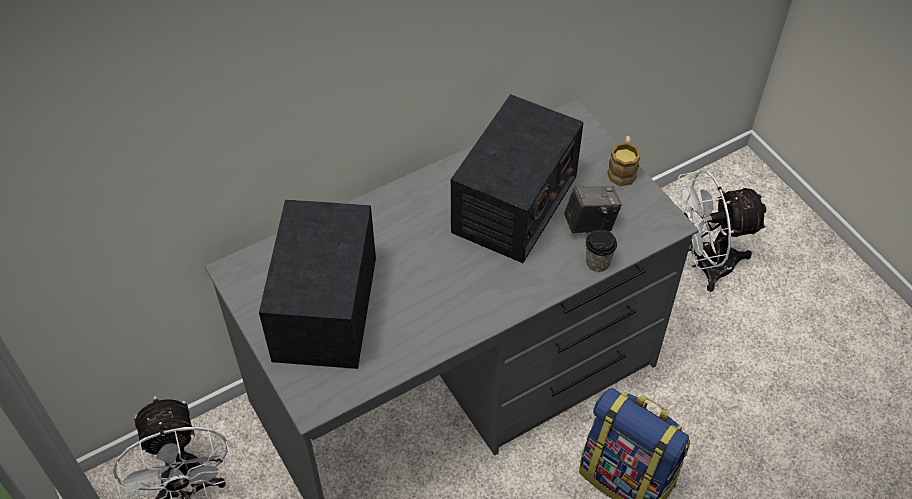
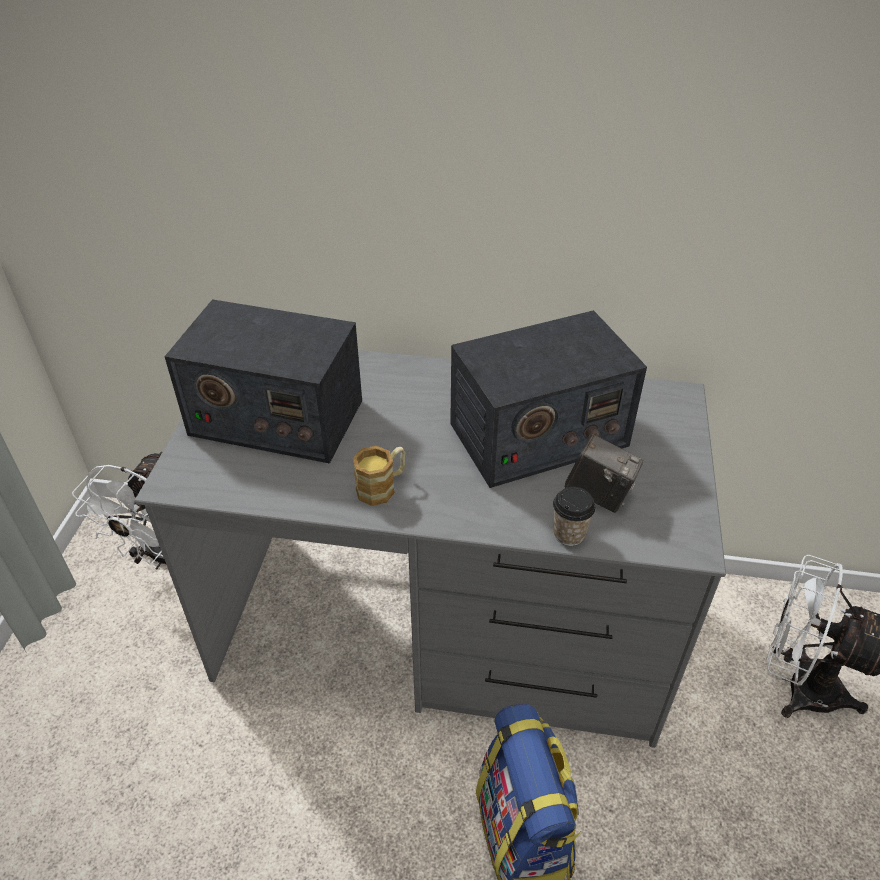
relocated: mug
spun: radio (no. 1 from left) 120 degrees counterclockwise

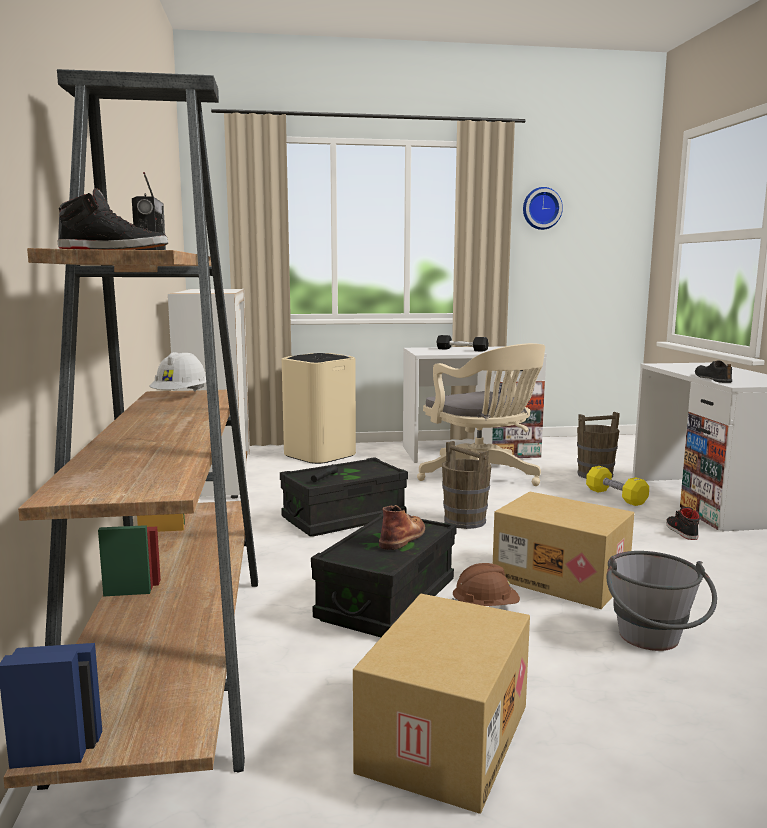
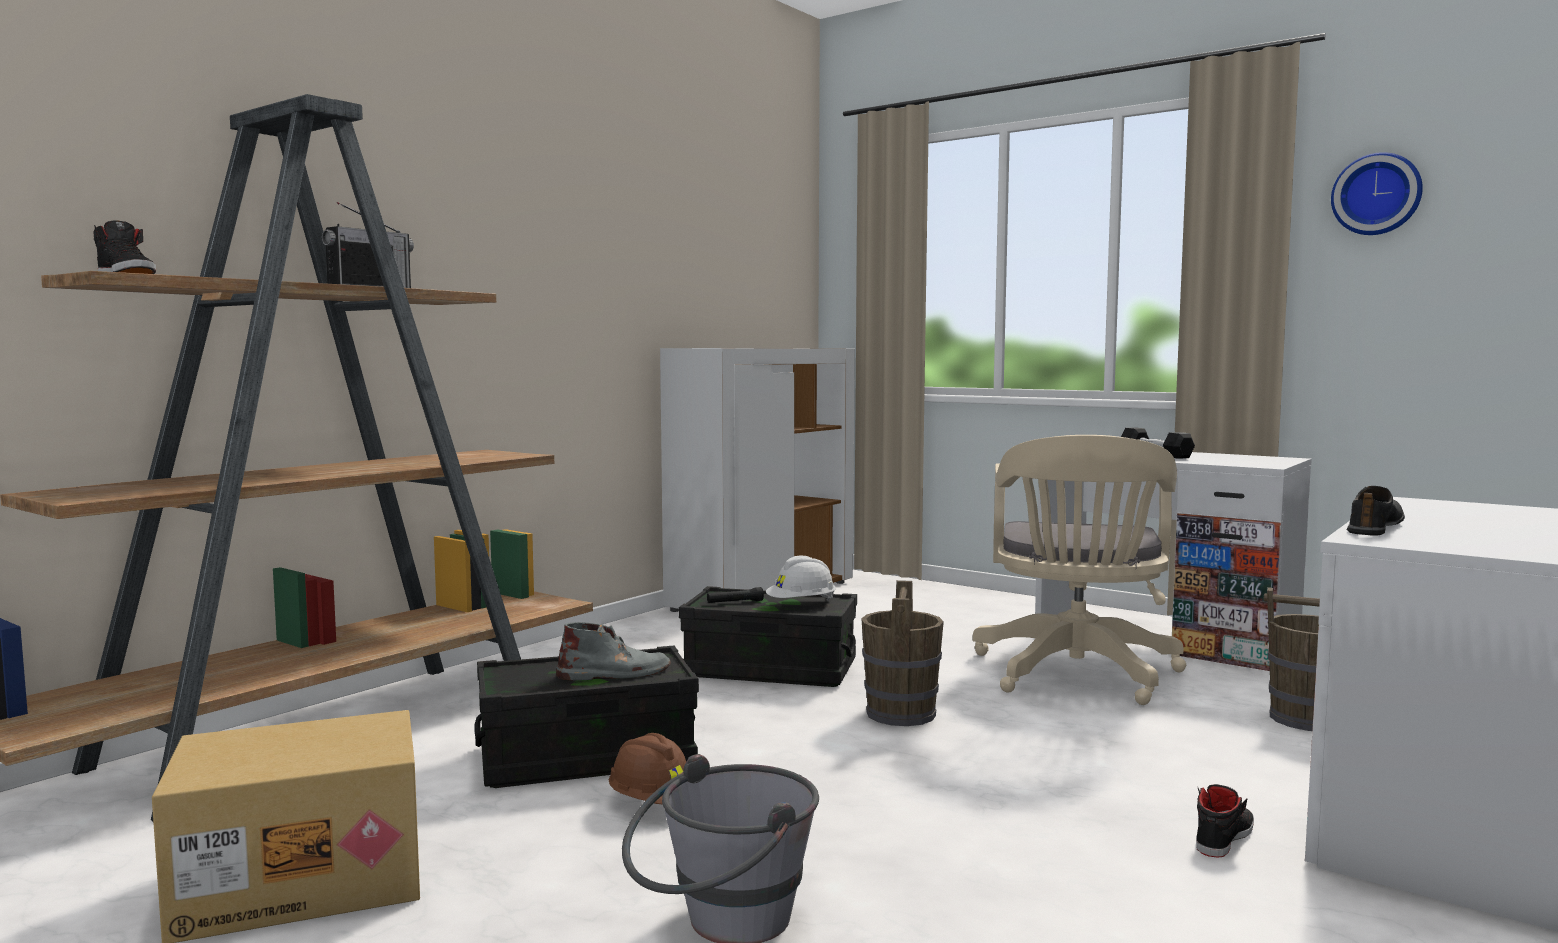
missing: trash can (beige); cardboard box (no. 2 from left); dumbbell (yellow)
relocated: hard hat (white)
colour: boot (brown) to boot (grey)

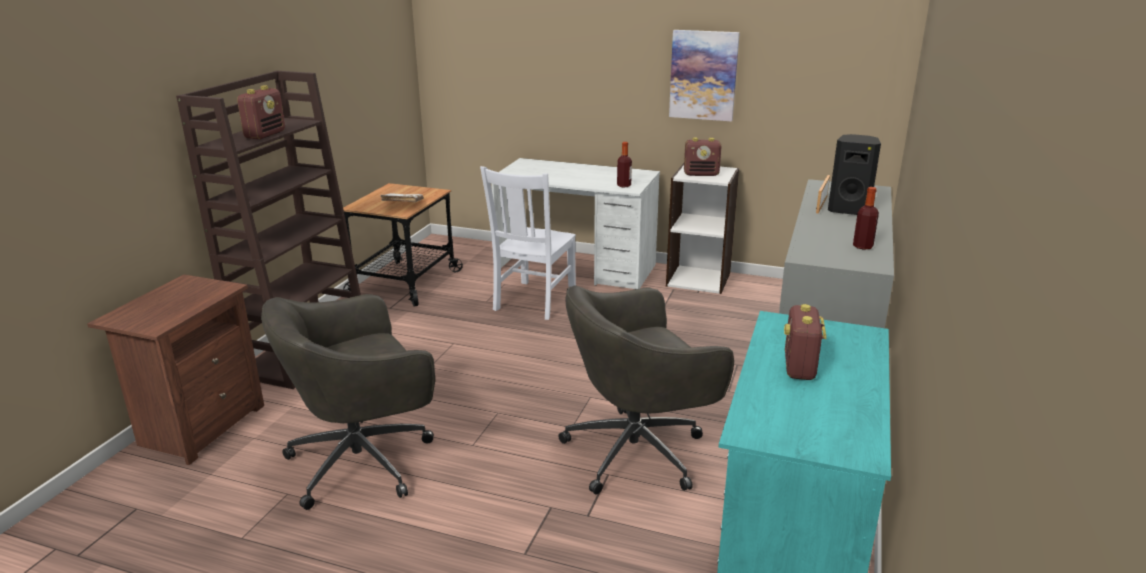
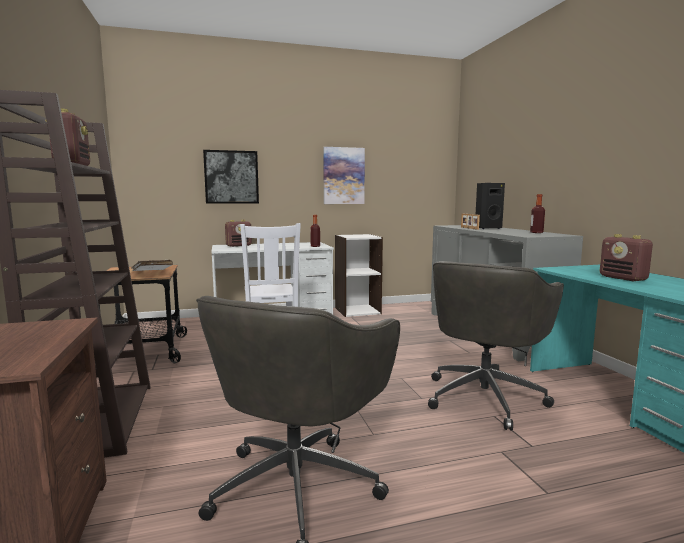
appeared: picture (no. 1 from left)
relocated: radio (no. 2 from left)

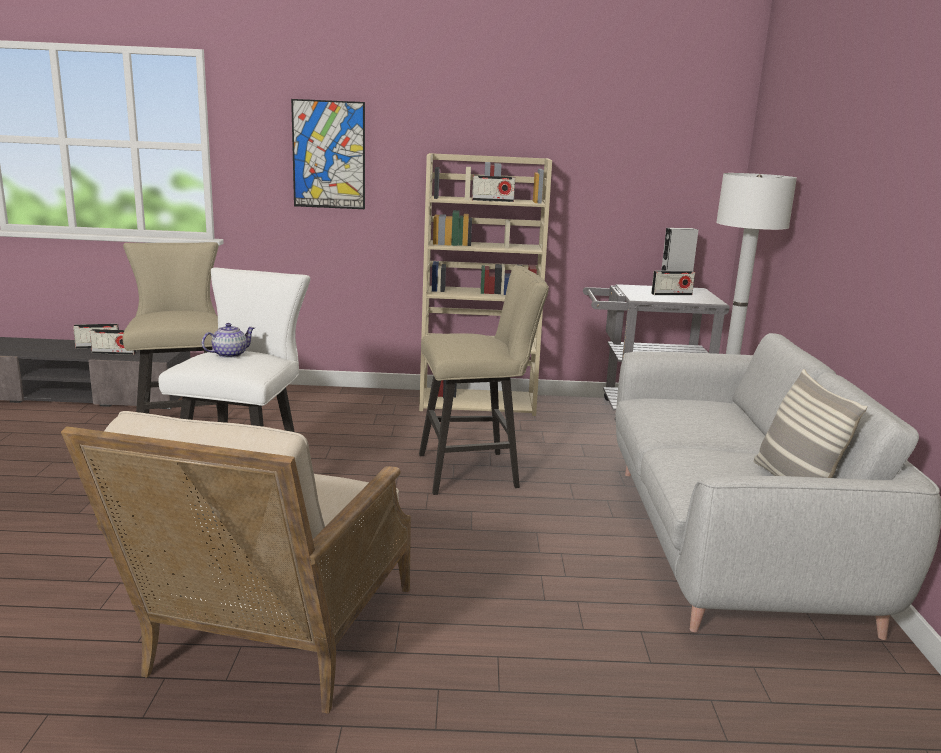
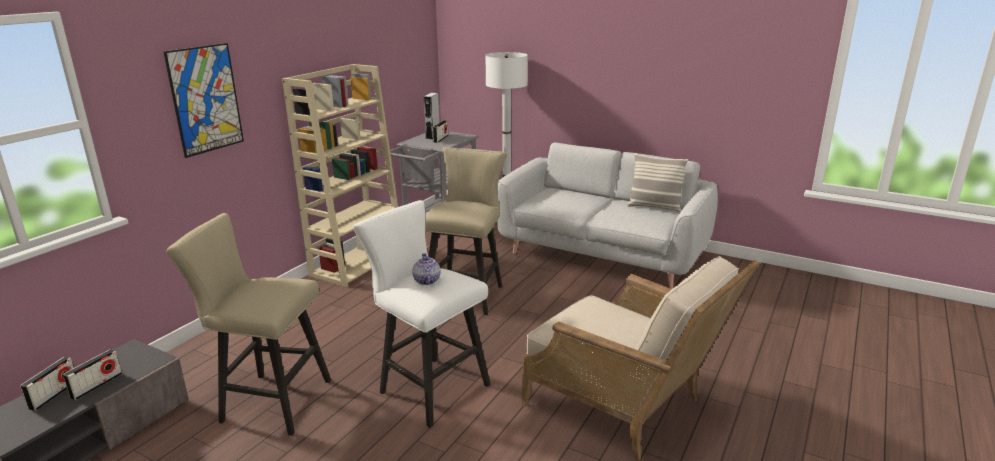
missing: radio (no. 3 from left)

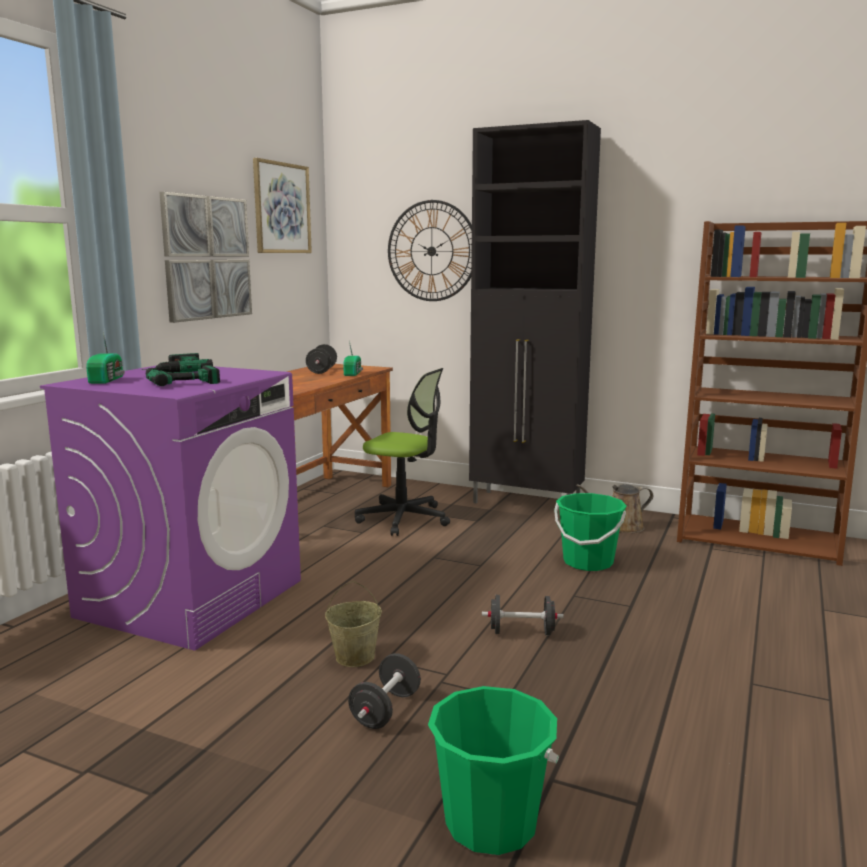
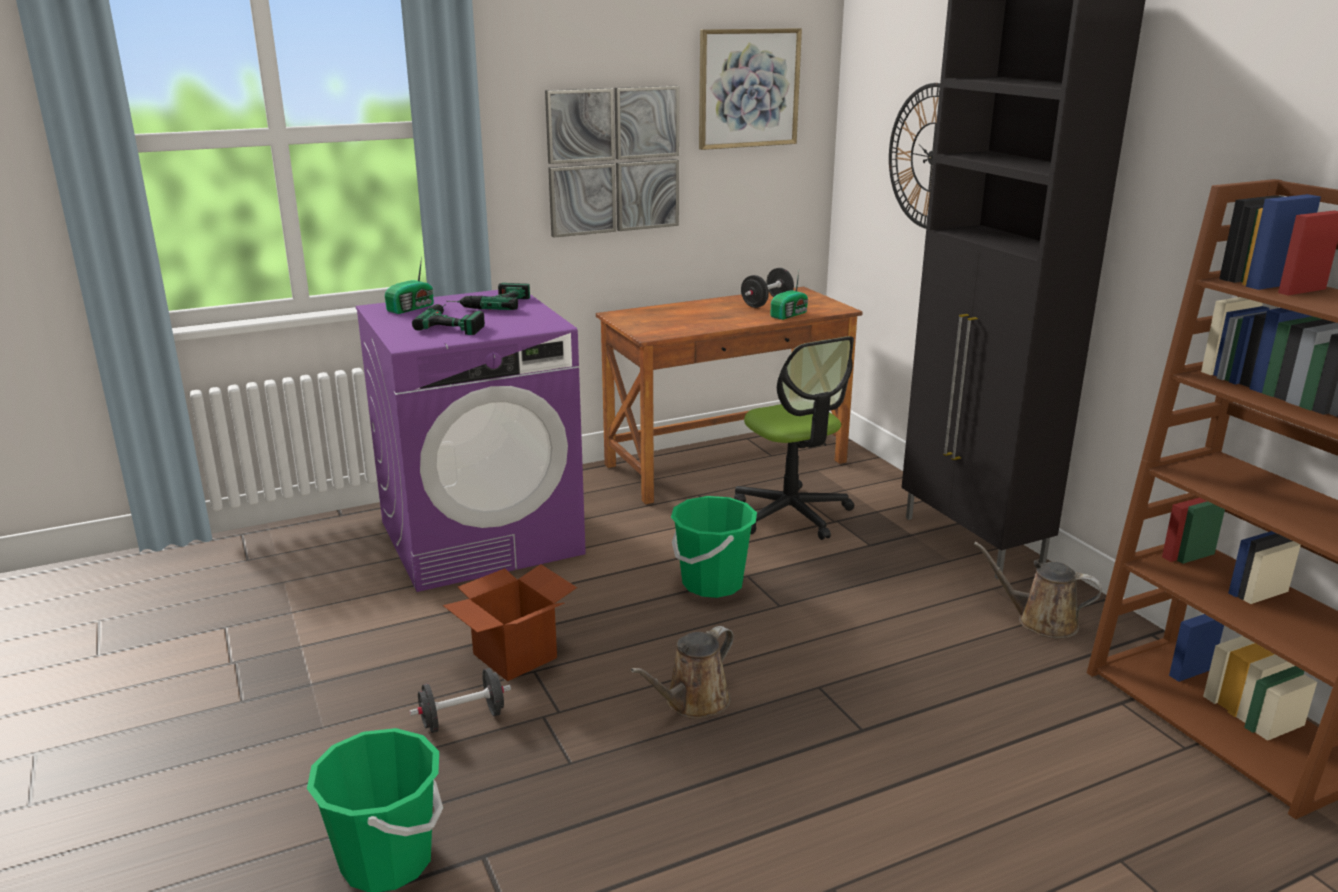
relocated: bucket (green) (no. 2 from left)
exchanged: bucket (beige) to cardboard box; dumbbell (black) (no. 3 from left) to watering can (brown) (no. 1 from left)

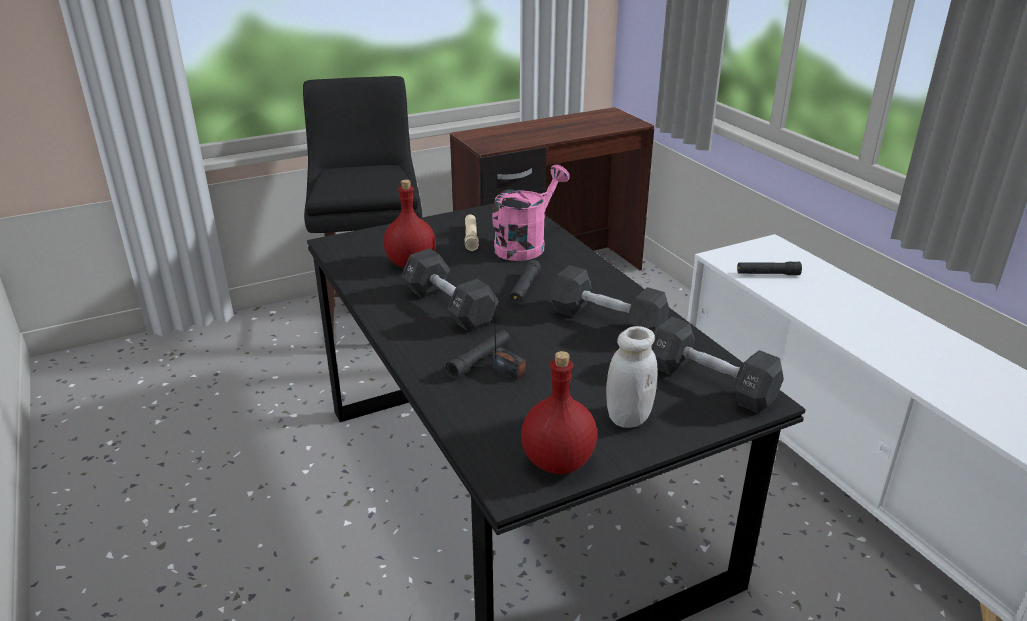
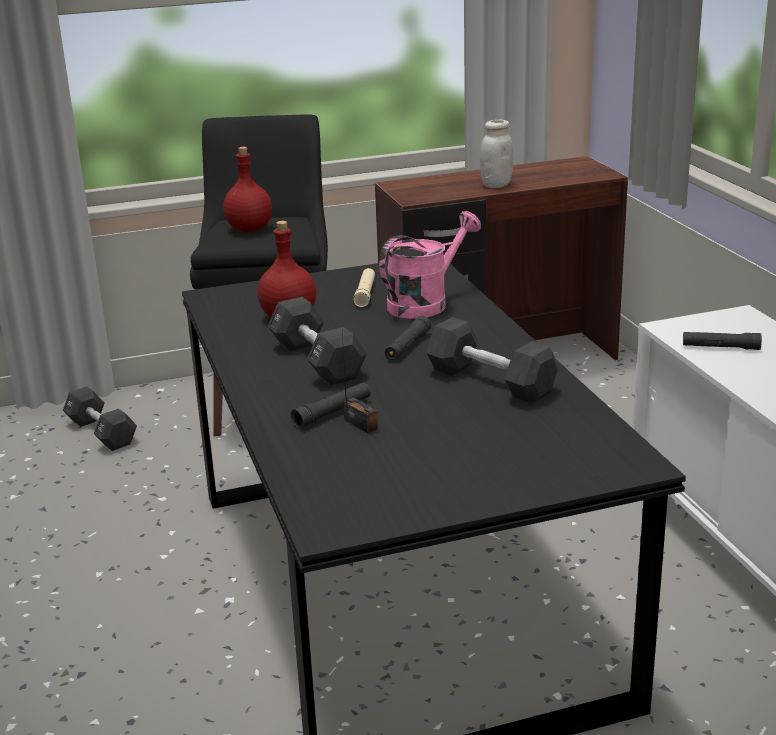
relocated: bottle (red) (no. 2 from left in the first image) to bottle (red) (no. 1 from left); jar (white); dumbbell (black) (no. 3 from left in the first image) to dumbbell (black) (no. 1 from left)

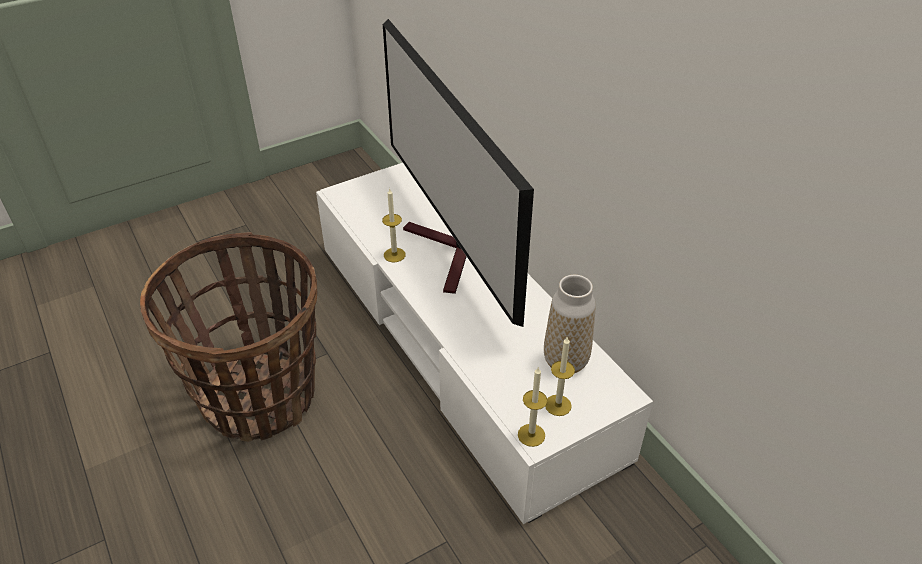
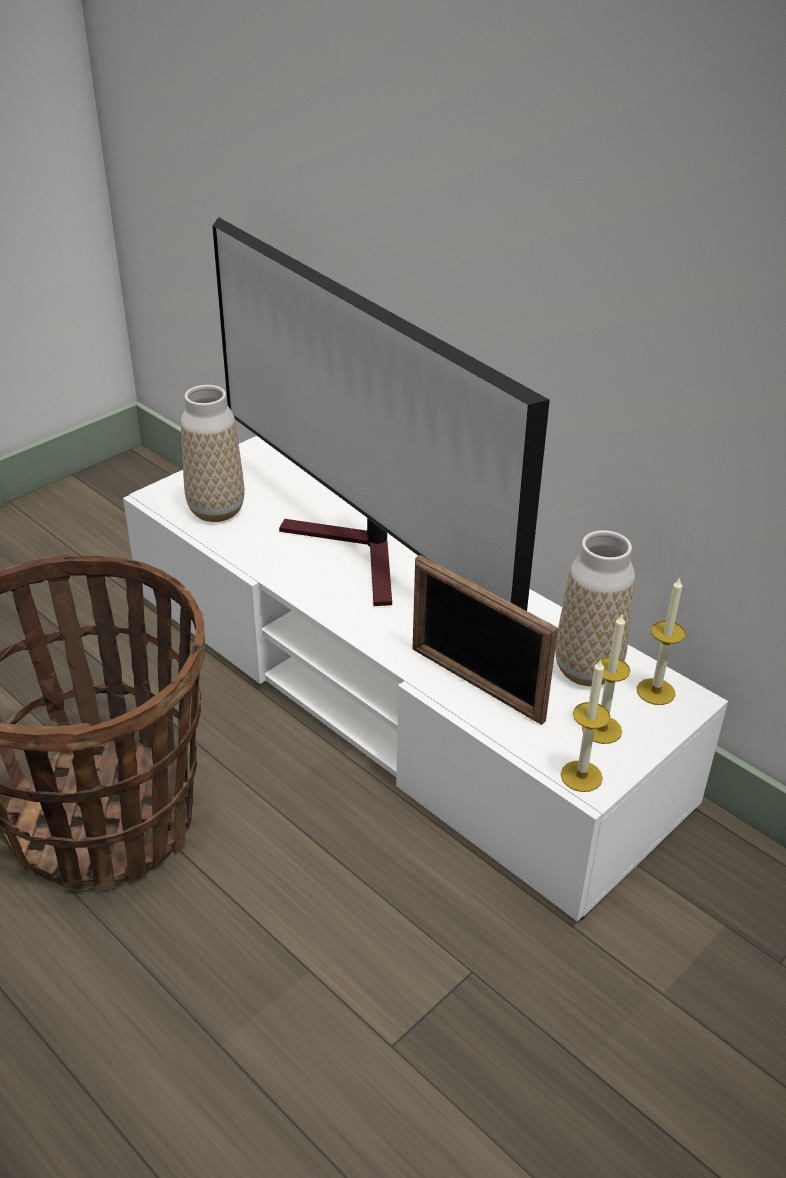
appeared: vase (no. 1 from left); picture frame
relocated: candle (no. 1 from left in the first image) to candle (no. 3 from left)

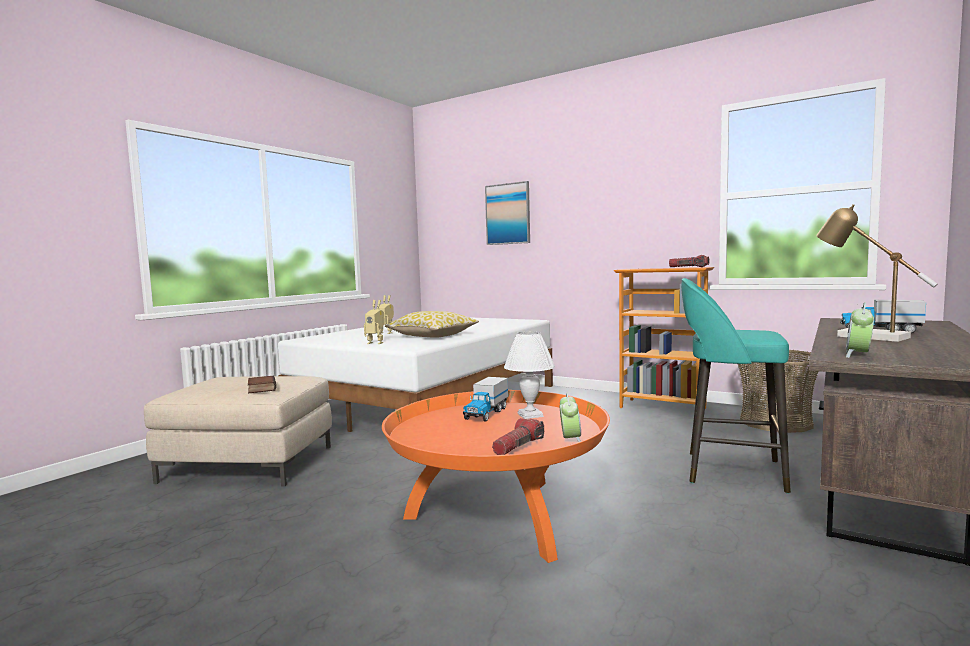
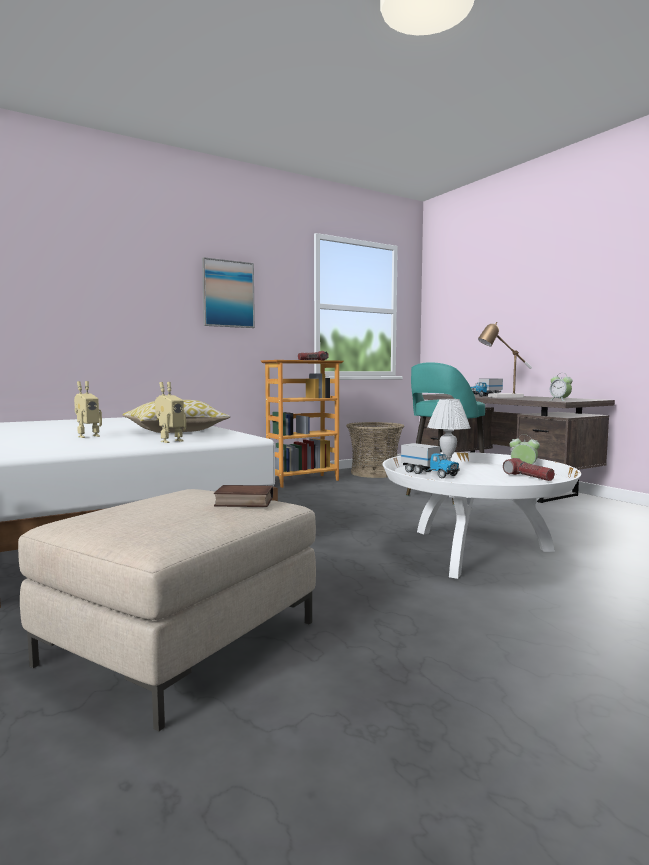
relocated: picture
colour: coffee table (orange) to coffee table (white)

